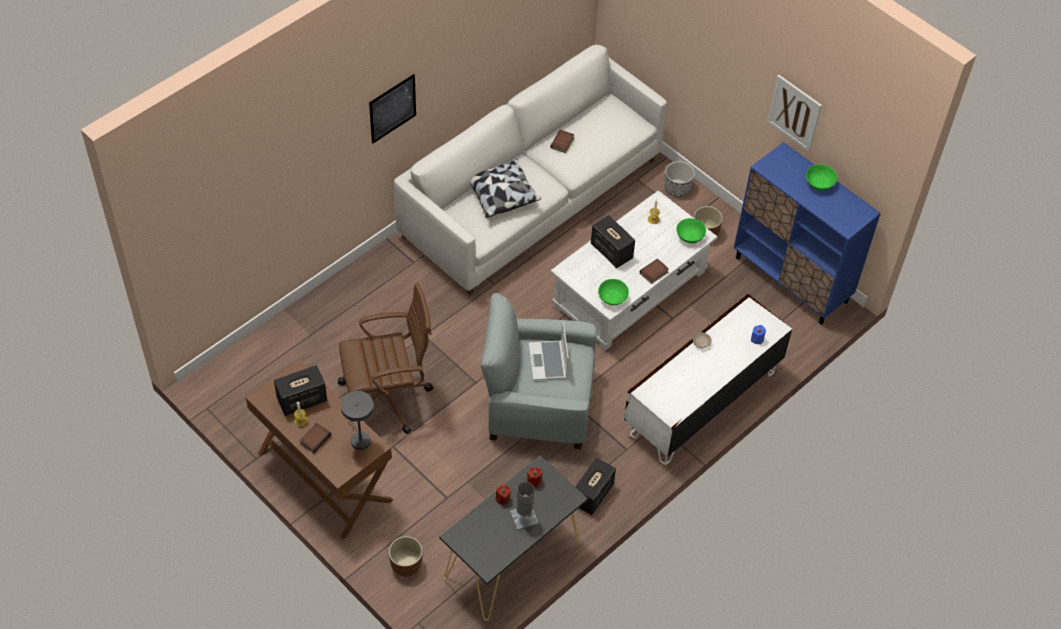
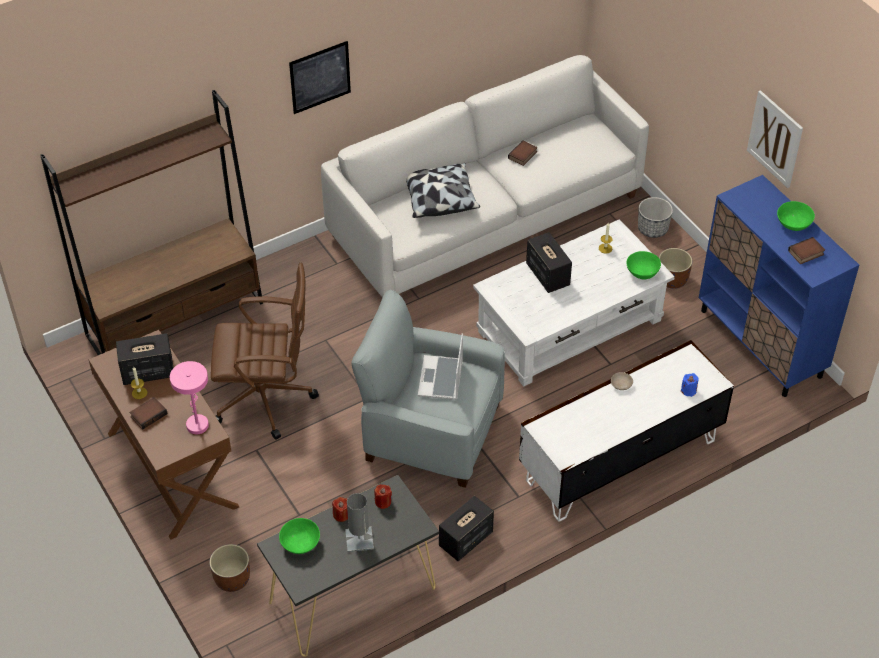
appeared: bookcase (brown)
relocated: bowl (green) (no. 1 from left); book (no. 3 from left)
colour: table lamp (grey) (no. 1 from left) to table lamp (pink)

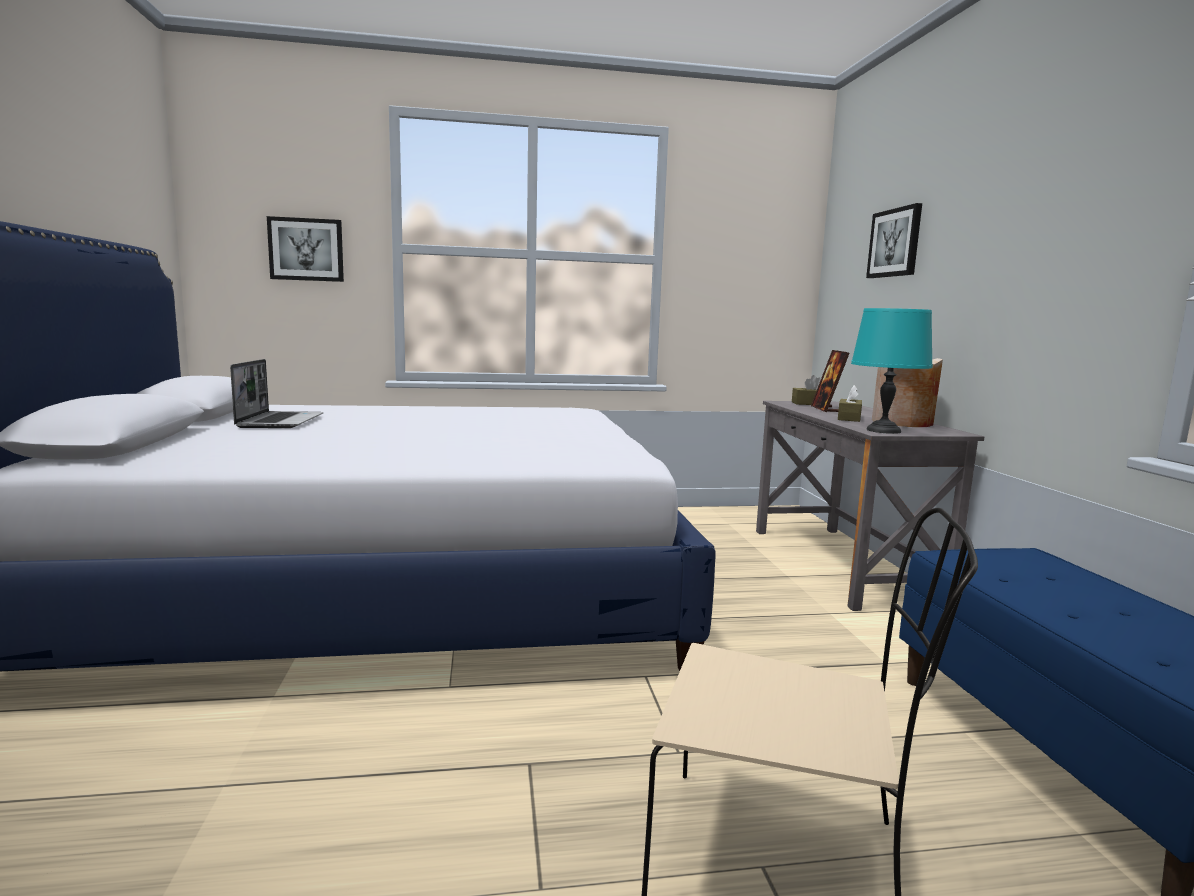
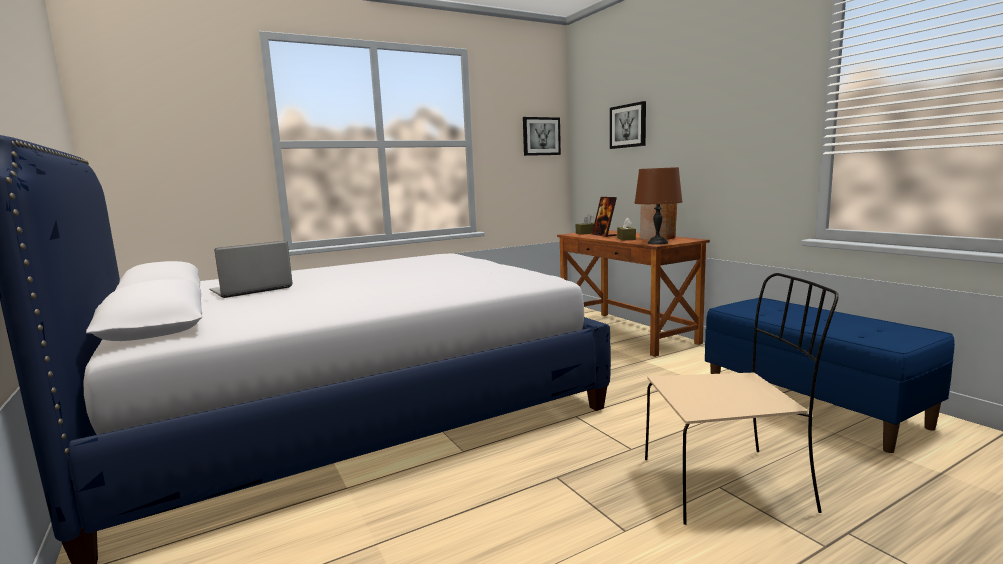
relocated: picture (no. 1 from left)
colour: desk (grey) to desk (brown); table lamp (turquoise) to table lamp (brown)
spun: laptop 105 degrees counterclockwise

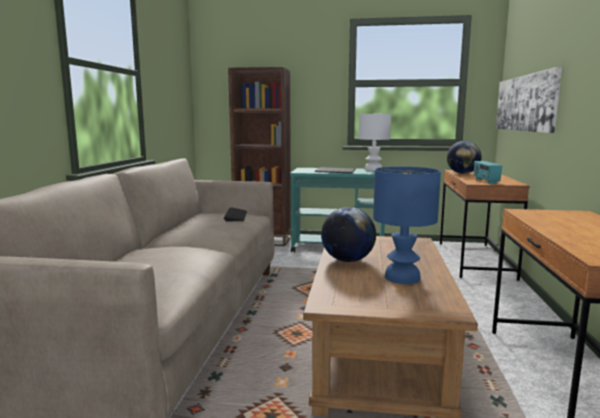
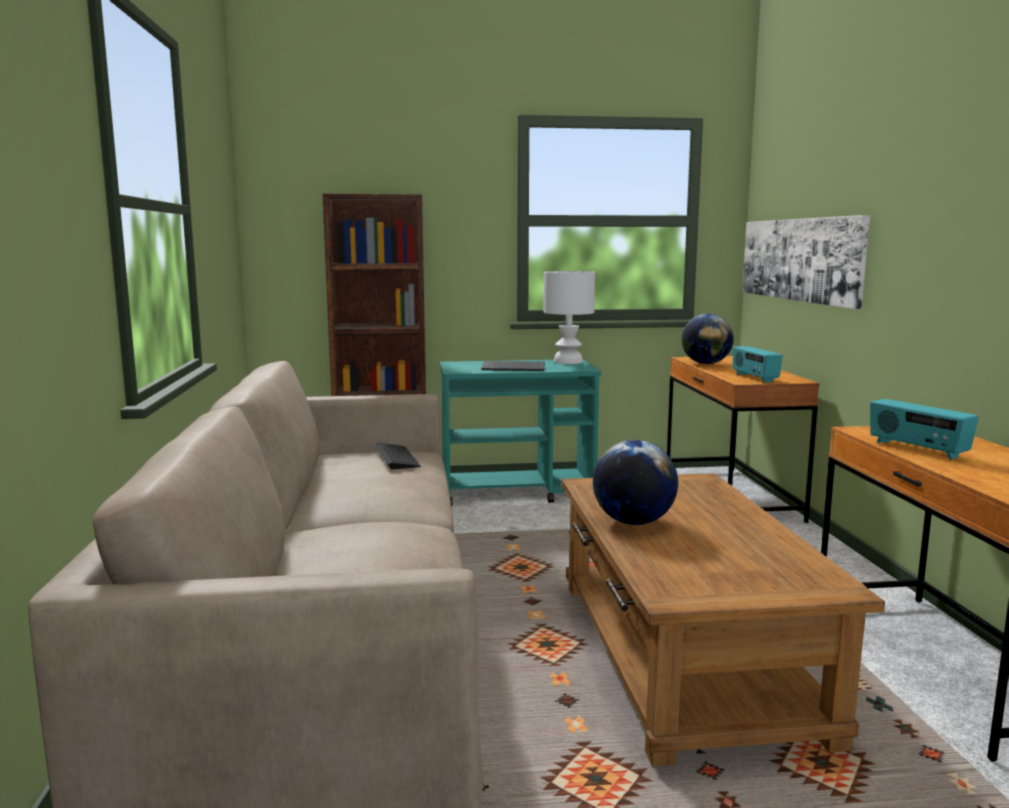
missing: table lamp (blue)
appeared: radio (no. 2 from left)

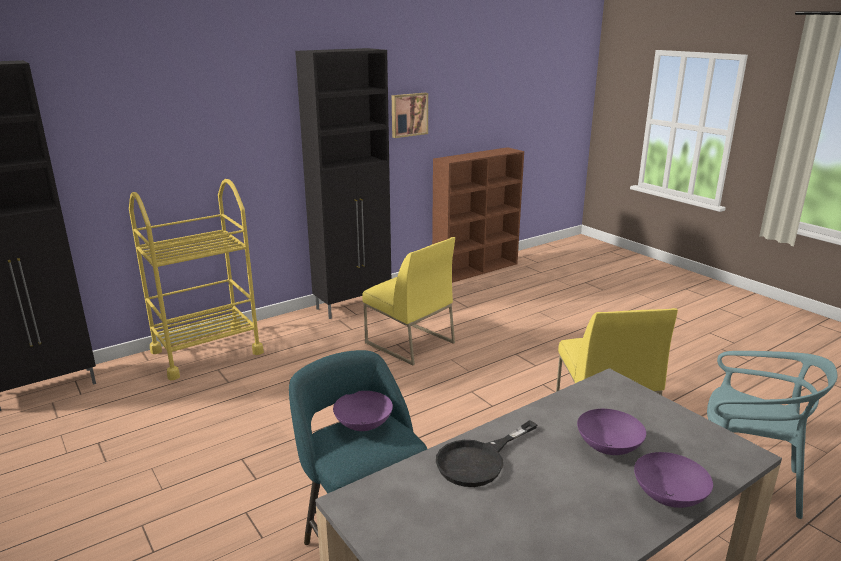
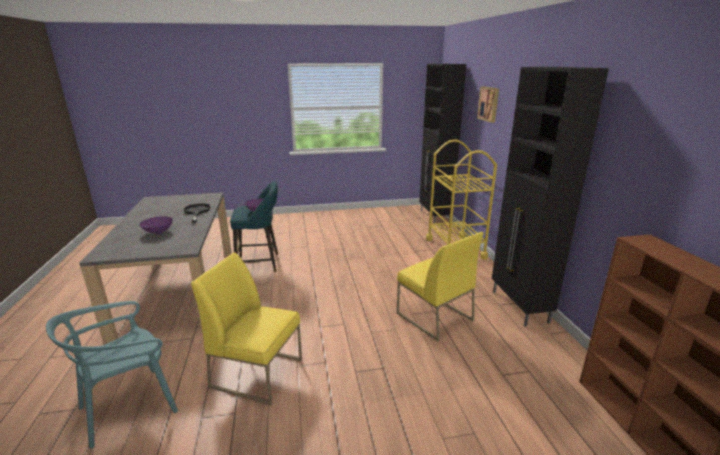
missing: bowl (purple) (no. 3 from left)
relocated: picture
spun: chair (yellow) (no. 1 from left in the first image) 105 degrees counterclockwise

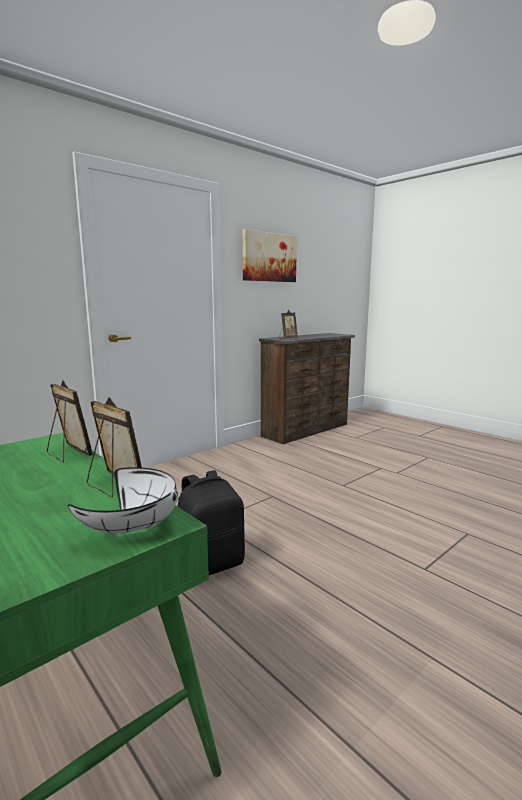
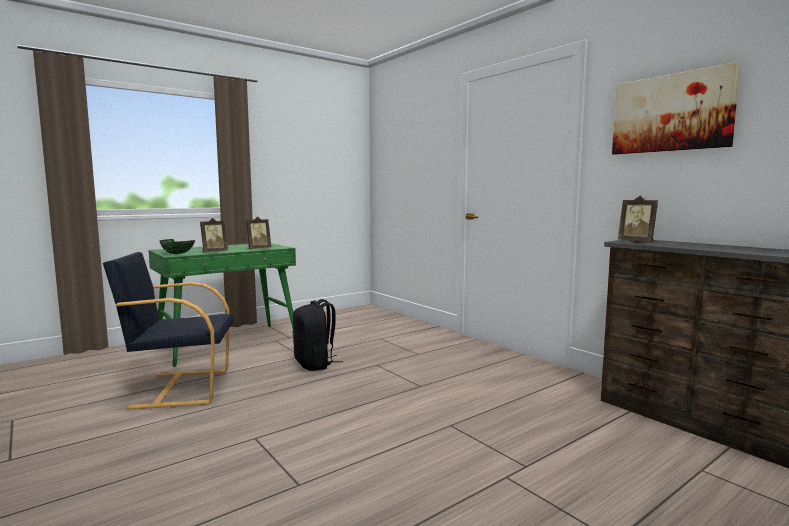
appeared: armchair (black)
colour: bowl (white) to bowl (green)

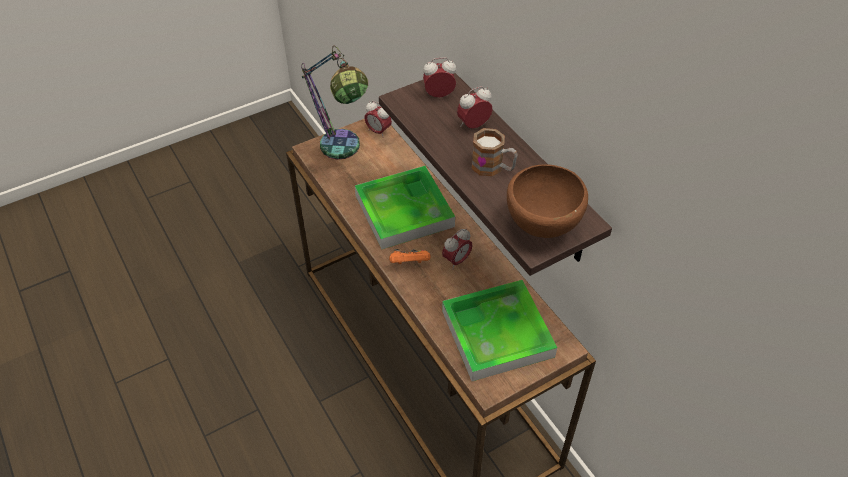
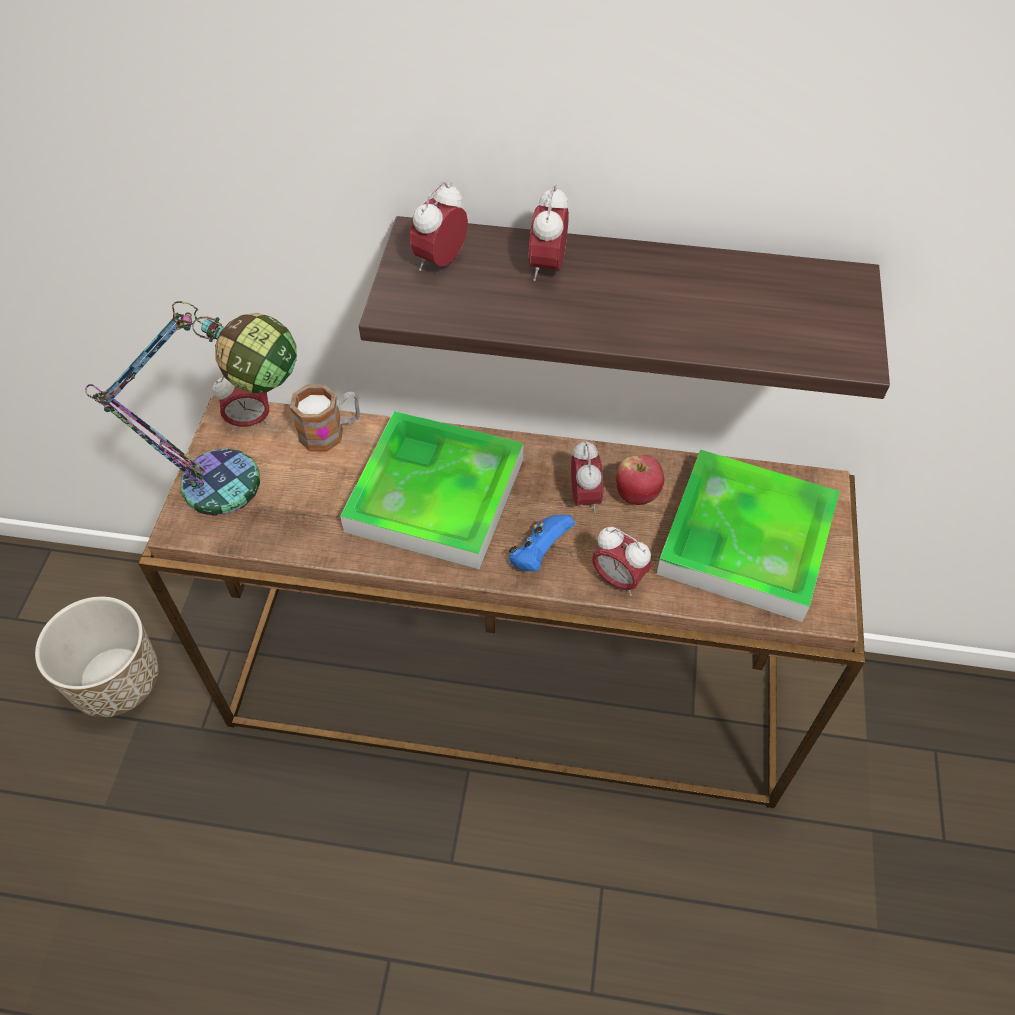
missing: bowl (brown)
appeared: planter; alarm clock (no. 5 from left); apple
relocated: mug
colour: game controller (orange) to game controller (blue)

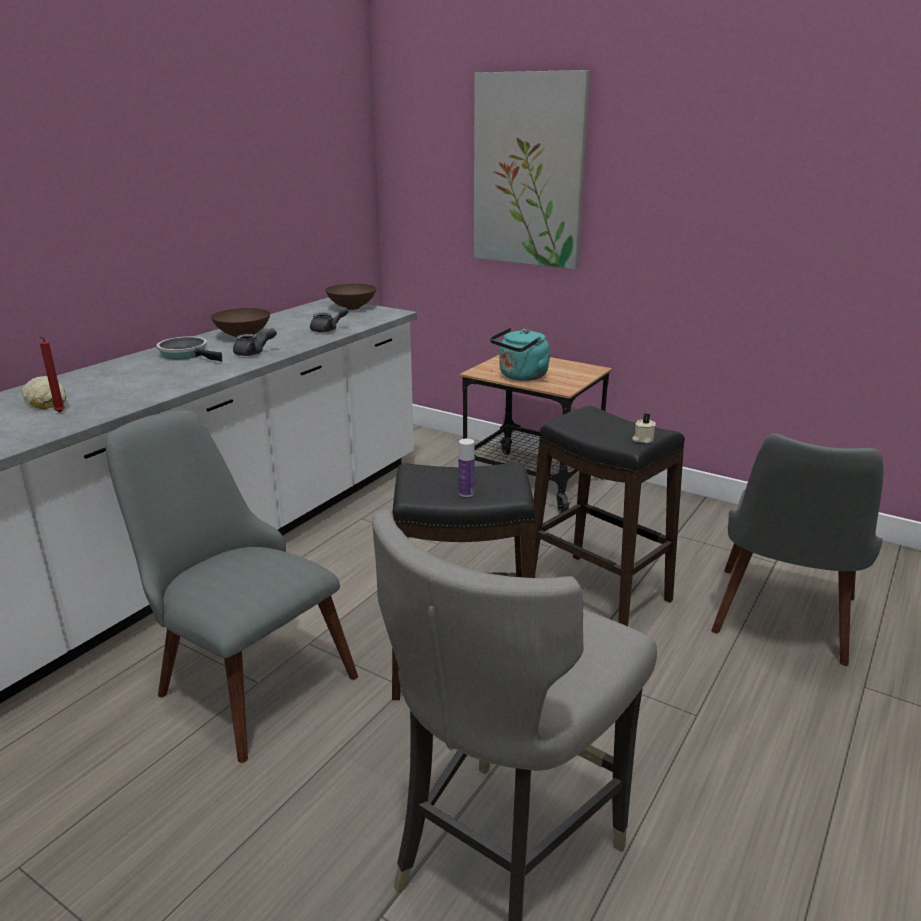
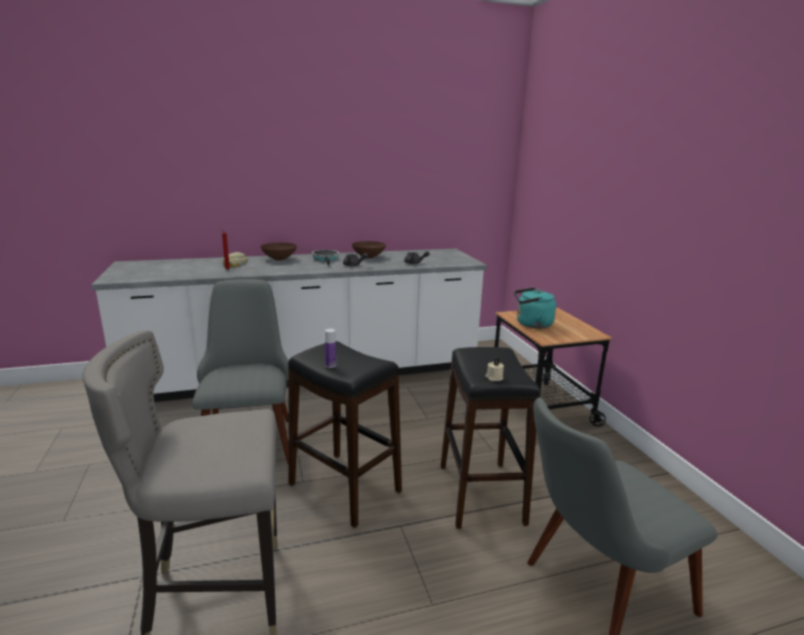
missing: picture
relocated: bowl (brown) (no. 2 from left in the first image) to bowl (brown) (no. 1 from left)

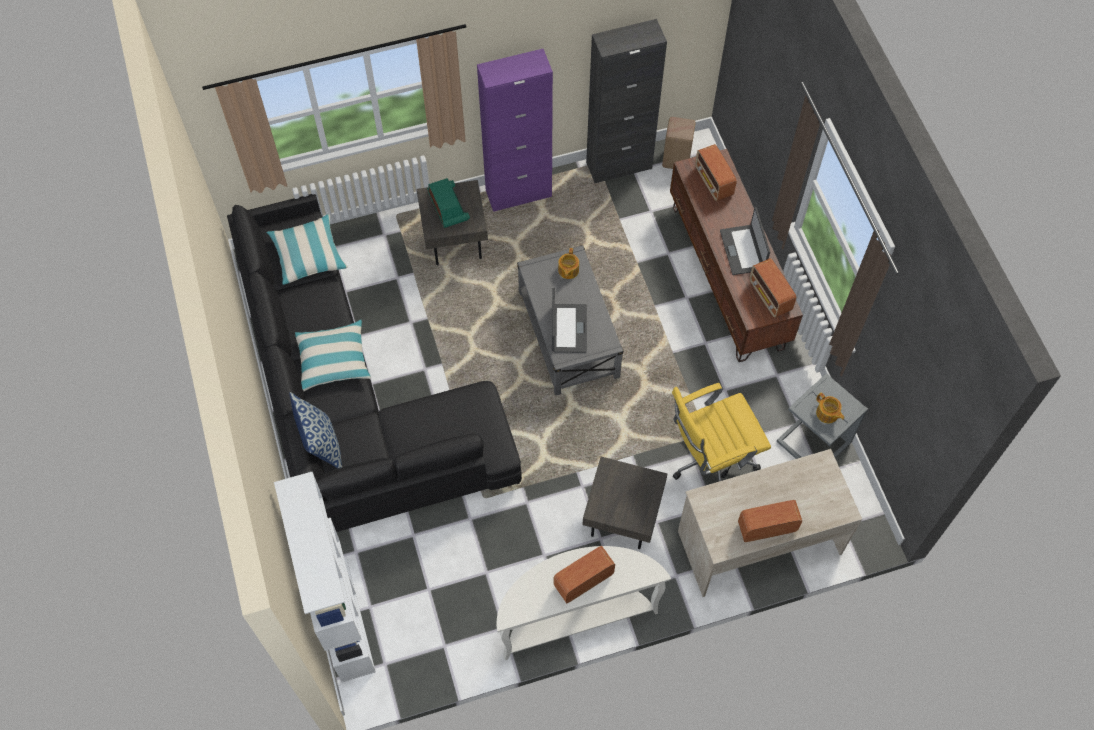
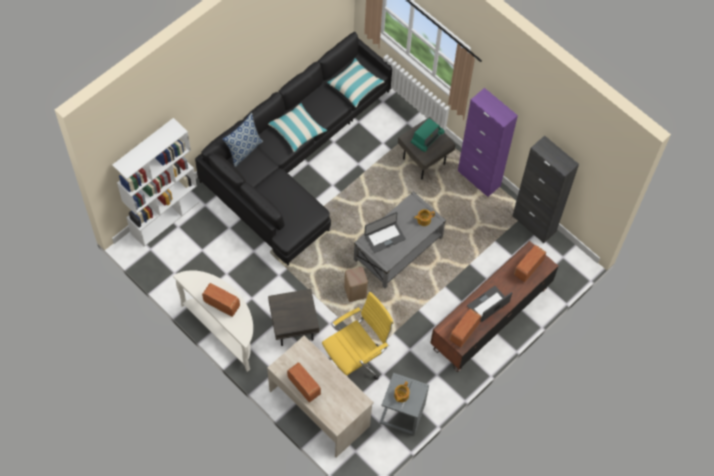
relocated: stool (beige)
spun: office chair (yellow) 105 degrees clockwise

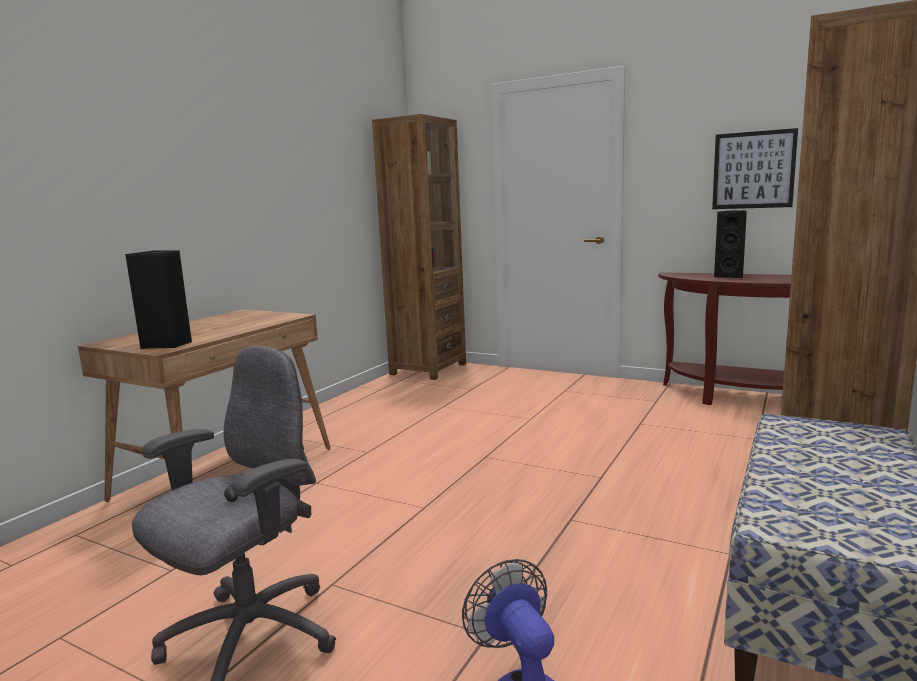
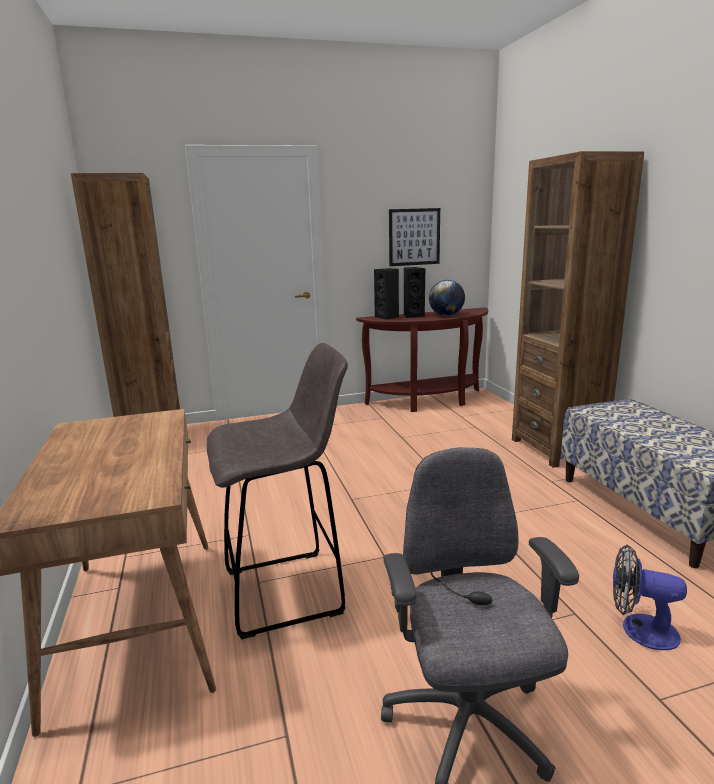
appeared: stool (grey); globe
relocated: speaker (black) (no. 1 from left)

